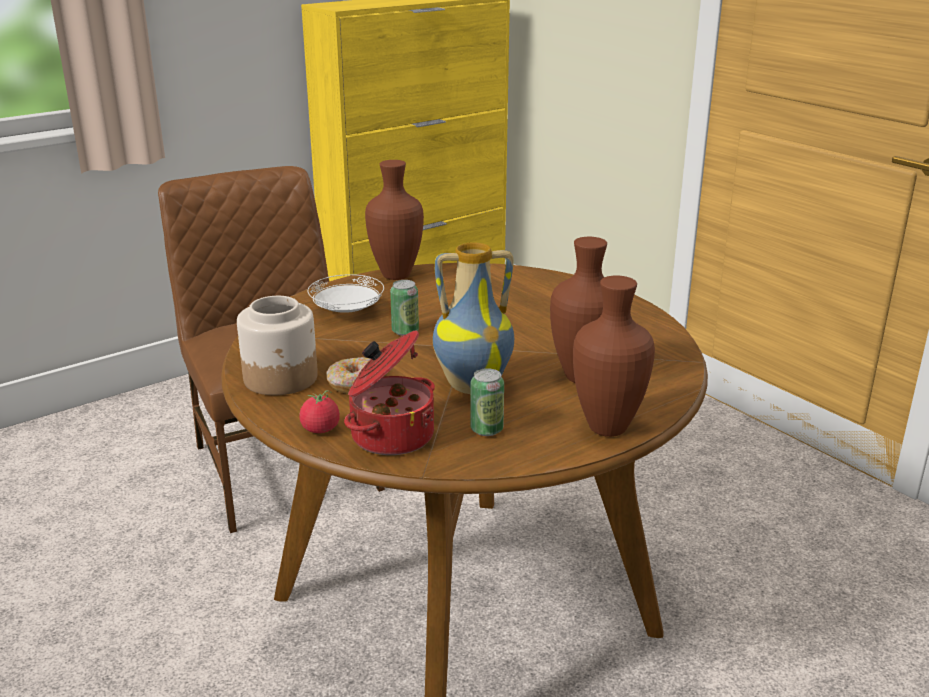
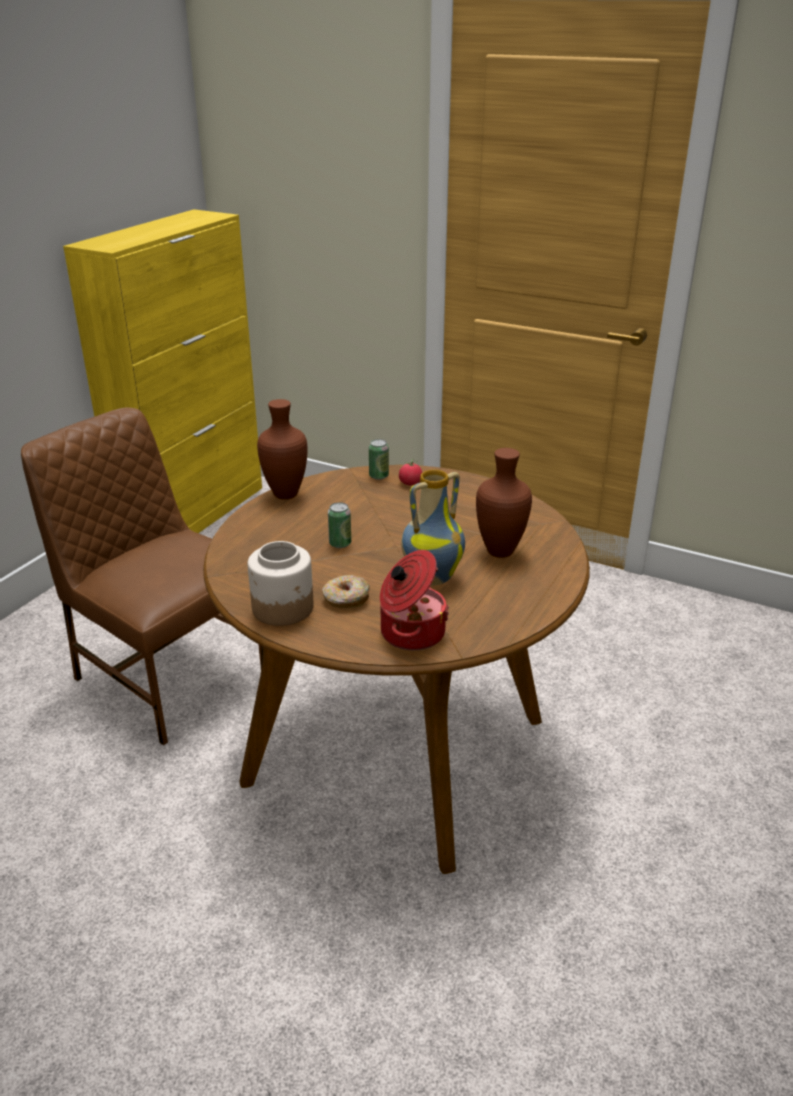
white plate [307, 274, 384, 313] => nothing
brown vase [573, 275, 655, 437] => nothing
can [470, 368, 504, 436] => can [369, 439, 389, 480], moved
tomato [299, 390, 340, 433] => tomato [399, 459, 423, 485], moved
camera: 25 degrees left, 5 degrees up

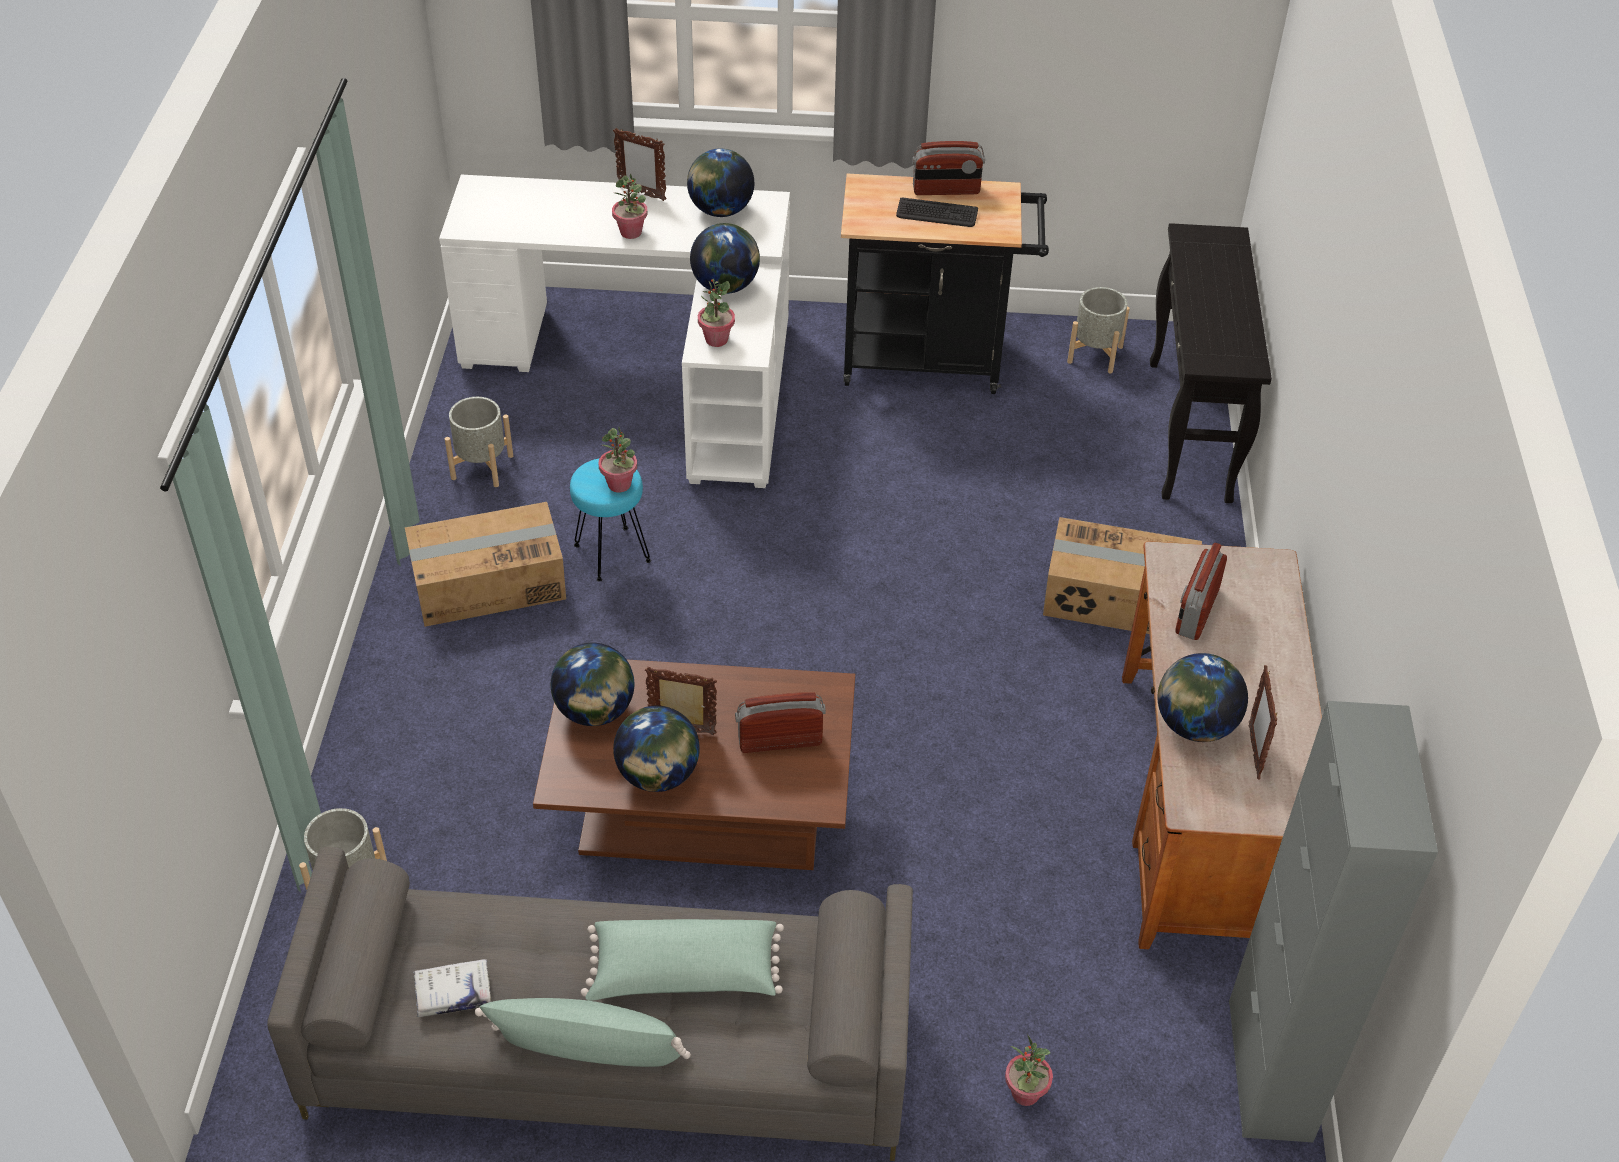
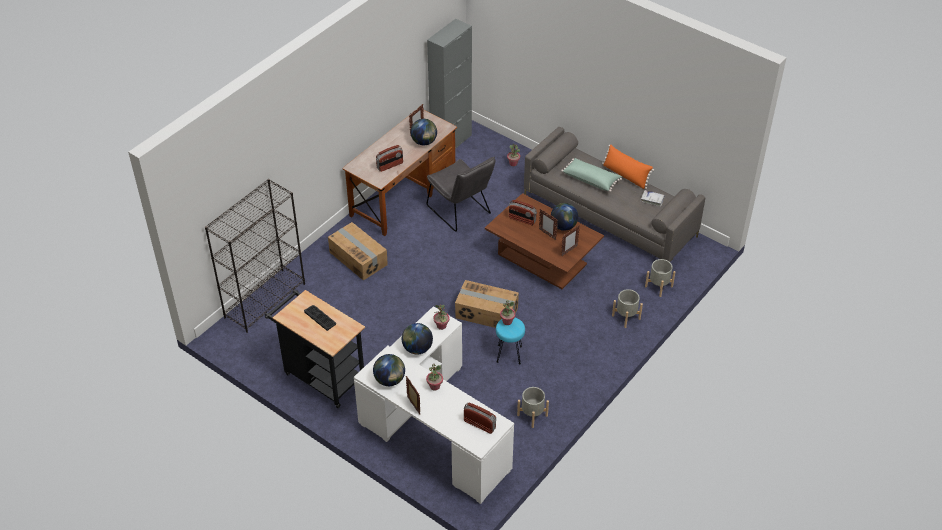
radio [912, 141, 985, 195] => radio [464, 402, 496, 434], moved
black console table [1150, 223, 1272, 503] => black bookcase [205, 179, 305, 333]
grey planter [1067, 287, 1130, 373] => grey planter [612, 289, 643, 328], moved
cardboard box [405, 502, 566, 627] => cardboard box [455, 280, 519, 328], moved
globe [551, 643, 634, 726] => picture frame [561, 225, 580, 256]
green pillow [475, 998, 691, 1067] => orange pillow [602, 144, 654, 189]
nothing => grey chair [427, 156, 495, 232]
camera: 145 degrees left, 0 degrees up

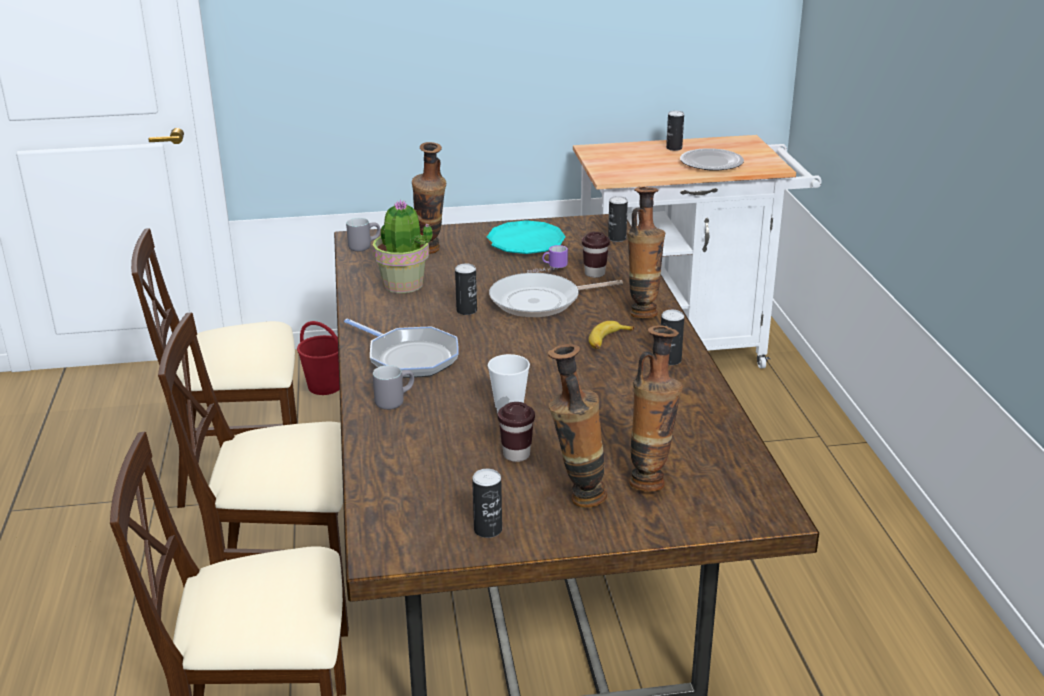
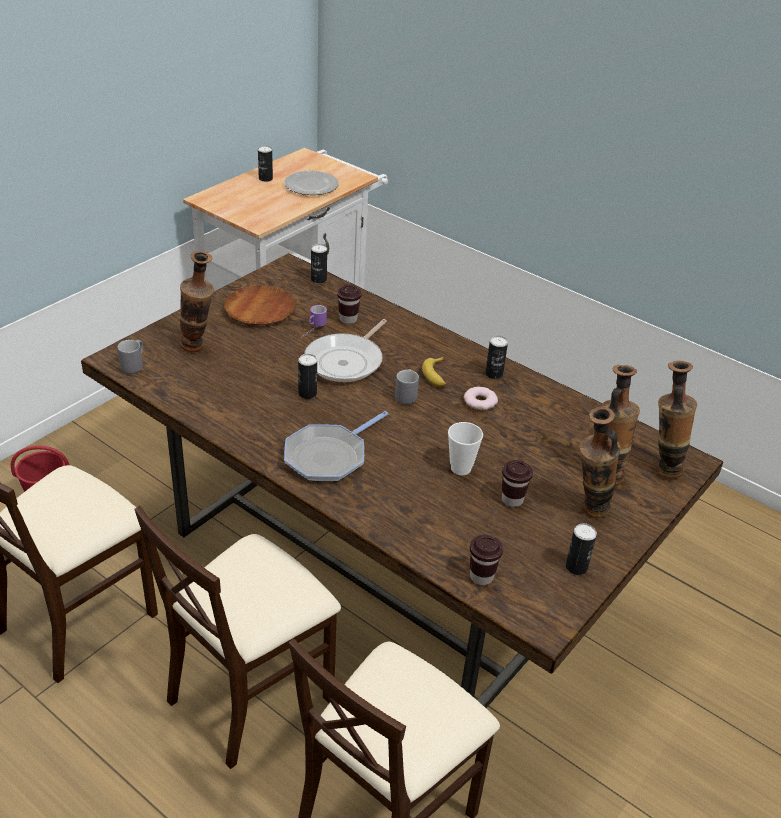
vase [627, 187, 665, 318] => vase [657, 361, 697, 479], moved
potted plant [373, 199, 432, 293] => nothing
turquoise plate [487, 220, 566, 254] => brown plate [224, 285, 296, 325]
frying pan [344, 319, 458, 378] => frying pan [284, 411, 388, 482], 135 degrees clockwise
grey mug [373, 365, 414, 410] => grey mug [395, 369, 419, 405], moved
nothing => donut [464, 387, 498, 410]
nothing => brown cup [470, 535, 503, 585]
camera: 45 degrees left, 10 degrees up

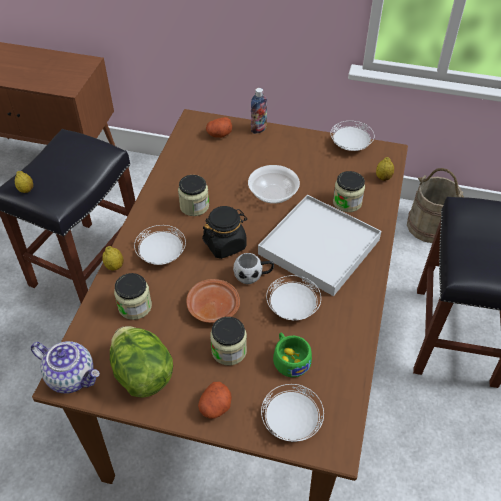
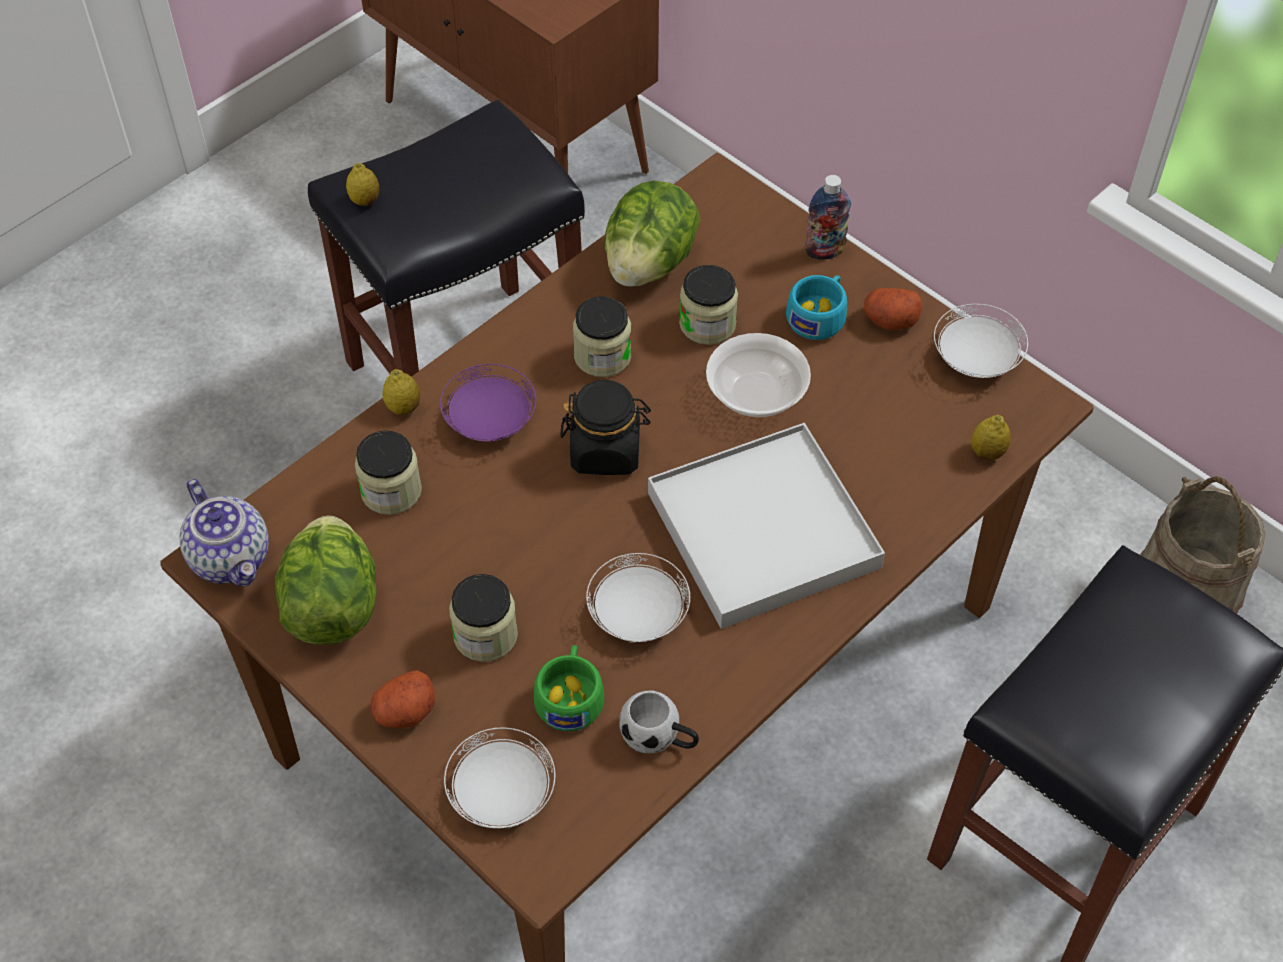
potato [206, 117, 232, 138] => potato [864, 288, 923, 330], moved
jar [333, 171, 365, 212] => jar [679, 265, 738, 345], moved
white plate [134, 225, 186, 265] => purple plate [440, 364, 536, 442]
white mug [233, 253, 274, 284] => white mug [619, 691, 699, 754], moved
brown plate [186, 279, 240, 323] => nothing
nothing => lettuce [604, 181, 700, 287]
nothing => turquoise cup [786, 275, 847, 340]
camera: 30 degrees right, 5 degrees up

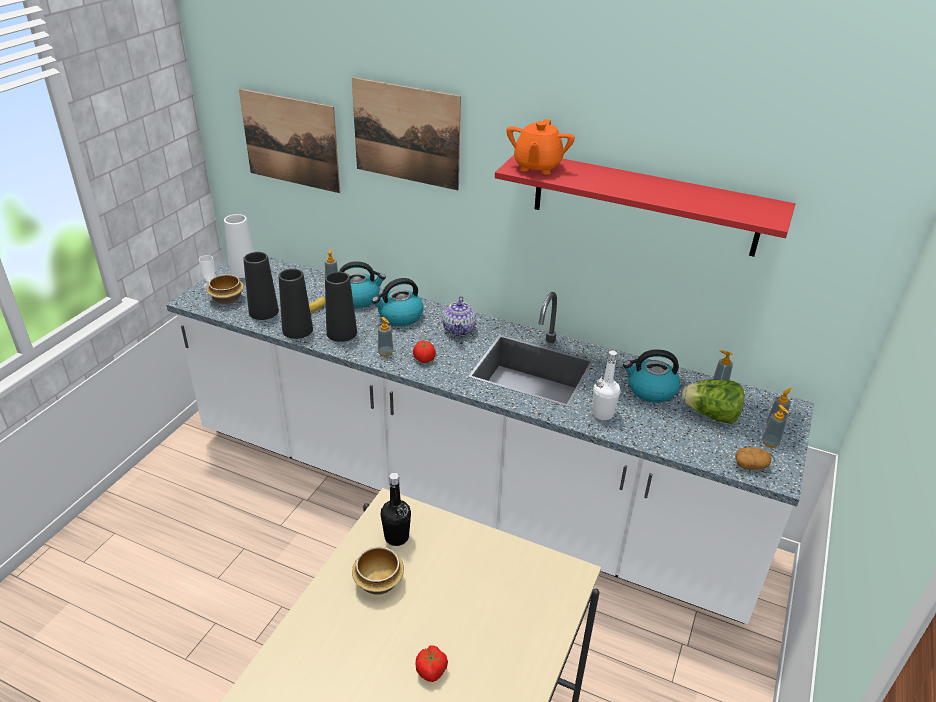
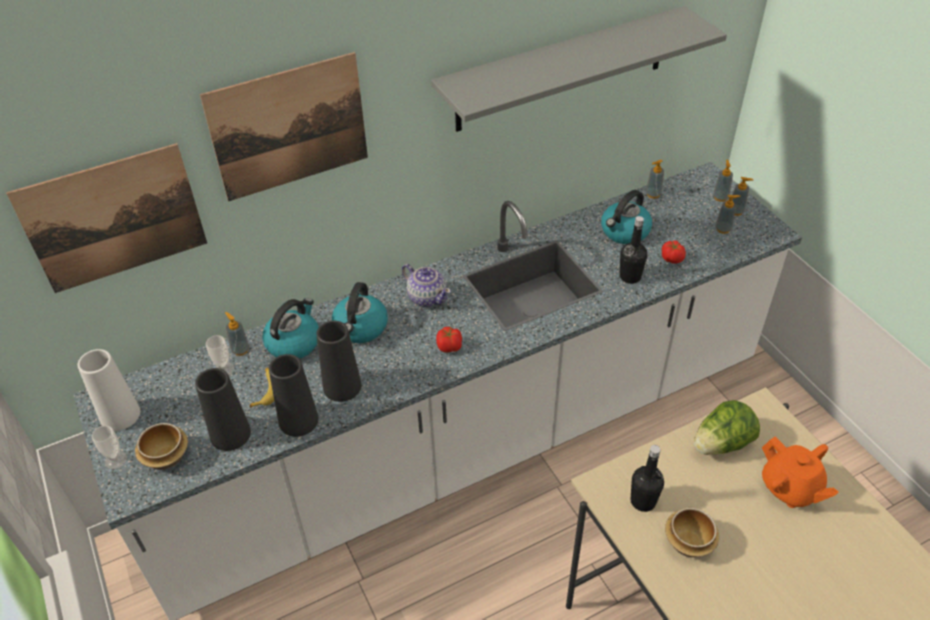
orange teapot [506, 119, 575, 175] => orange teapot [762, 436, 839, 508], moved
red shelf [495, 155, 795, 257] => grey shelf [431, 6, 727, 132]
soap dispenser [378, 317, 394, 357] => soap dispenser [715, 195, 740, 234], moved
white bottle [592, 350, 620, 420] => black bottle [620, 216, 647, 284]
lettuce [682, 380, 744, 424] => lettuce [694, 400, 760, 455], moved
potato [735, 447, 771, 470] => nothing
tomato [416, 645, 448, 682] => tomato [662, 241, 686, 264], moved
nothing => cup [206, 335, 234, 375]
camera: 50 degrees left, 10 degrees up

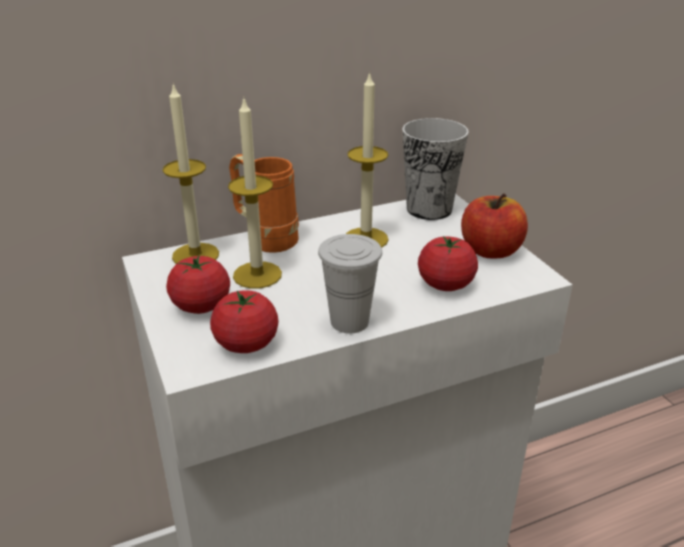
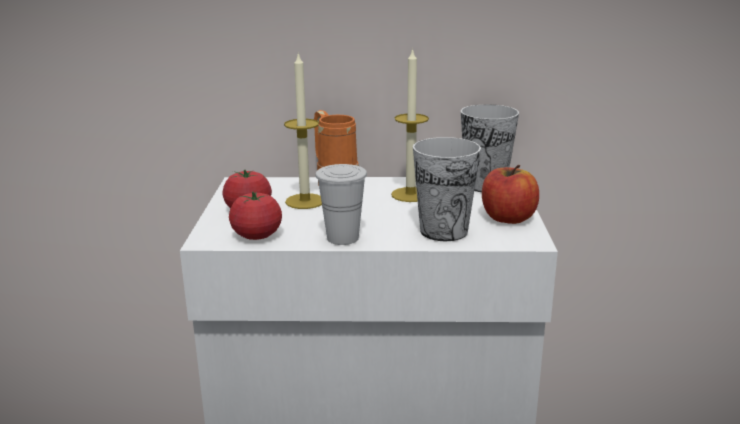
candle [163, 83, 219, 264] => nothing
tomato [418, 236, 478, 291] => cup [413, 137, 481, 241]
camera: 25 degrees right, 10 degrees down

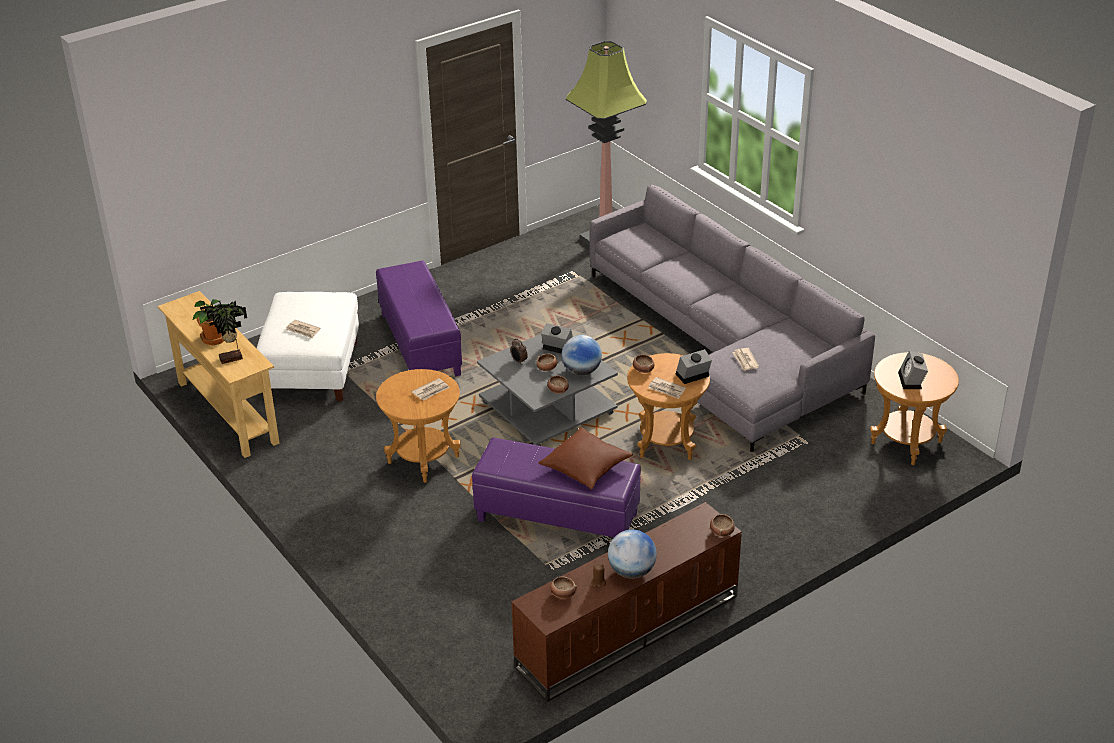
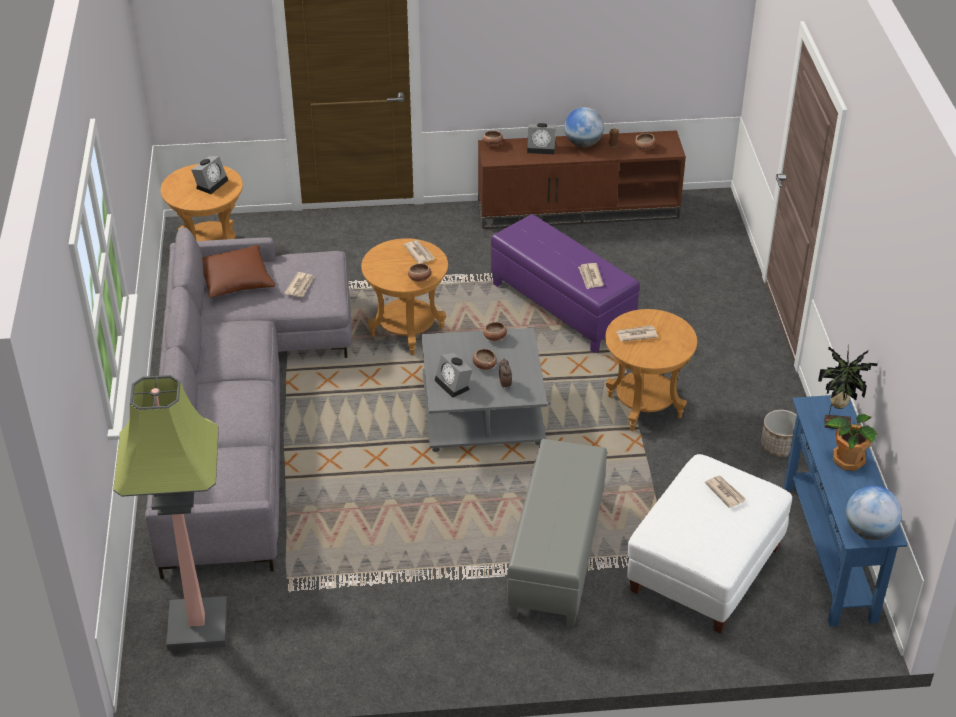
purple ottoman [376, 261, 462, 376] => grey ottoman [507, 439, 607, 627]
beige console table [158, 291, 280, 458] => blue console table [784, 395, 907, 627]
globe [562, 335, 602, 375] => globe [846, 486, 902, 540], moved
alarm clock [676, 349, 712, 384] => alarm clock [527, 123, 556, 154], moved
brown pillow [538, 427, 633, 489] => brown pillow [202, 245, 275, 298], moved
nothing => newspaper [578, 263, 604, 289]
nothing => planter [761, 410, 797, 457]
camera: 150 degrees left, 5 degrees up

